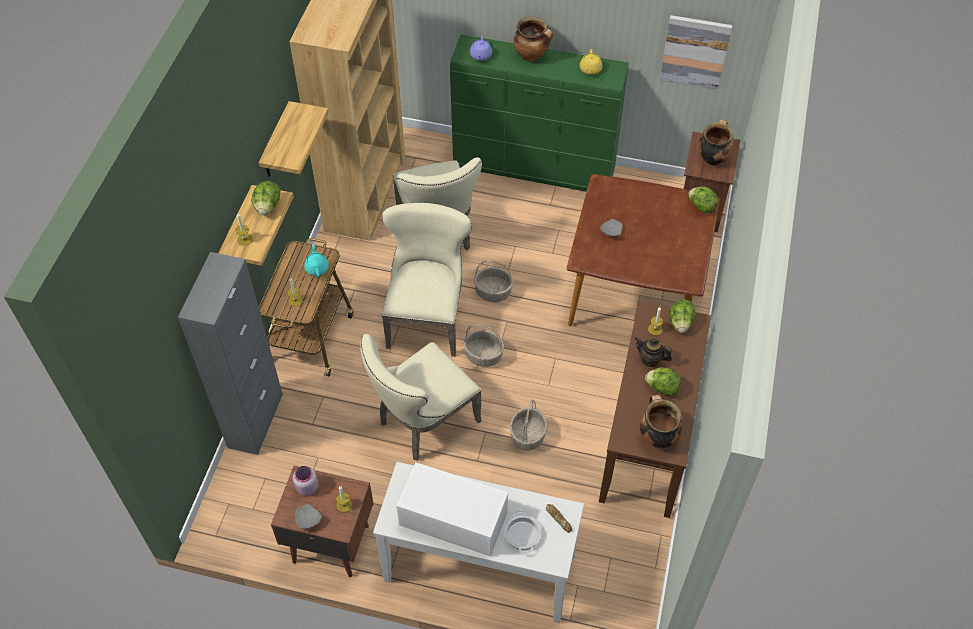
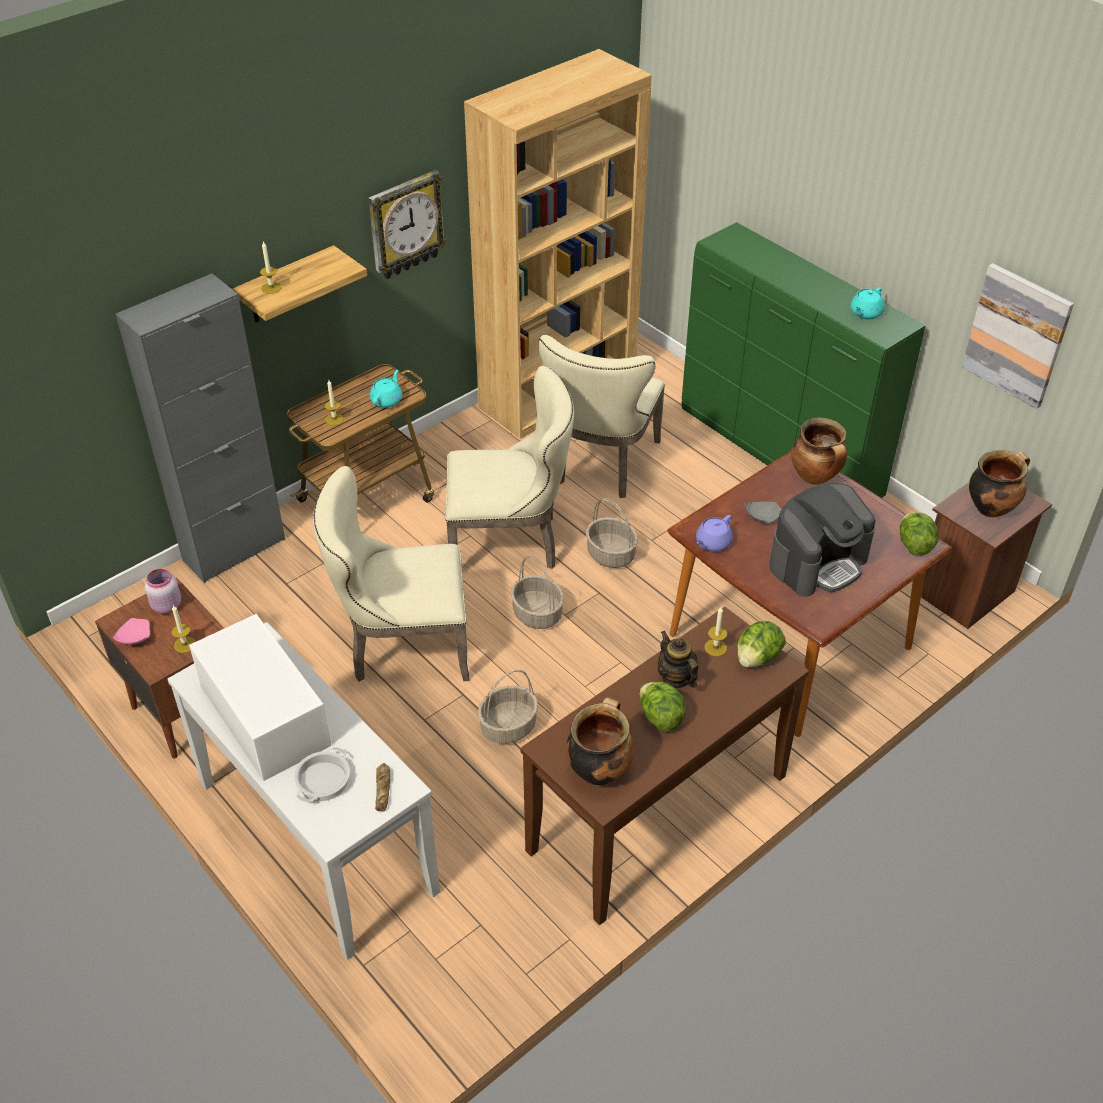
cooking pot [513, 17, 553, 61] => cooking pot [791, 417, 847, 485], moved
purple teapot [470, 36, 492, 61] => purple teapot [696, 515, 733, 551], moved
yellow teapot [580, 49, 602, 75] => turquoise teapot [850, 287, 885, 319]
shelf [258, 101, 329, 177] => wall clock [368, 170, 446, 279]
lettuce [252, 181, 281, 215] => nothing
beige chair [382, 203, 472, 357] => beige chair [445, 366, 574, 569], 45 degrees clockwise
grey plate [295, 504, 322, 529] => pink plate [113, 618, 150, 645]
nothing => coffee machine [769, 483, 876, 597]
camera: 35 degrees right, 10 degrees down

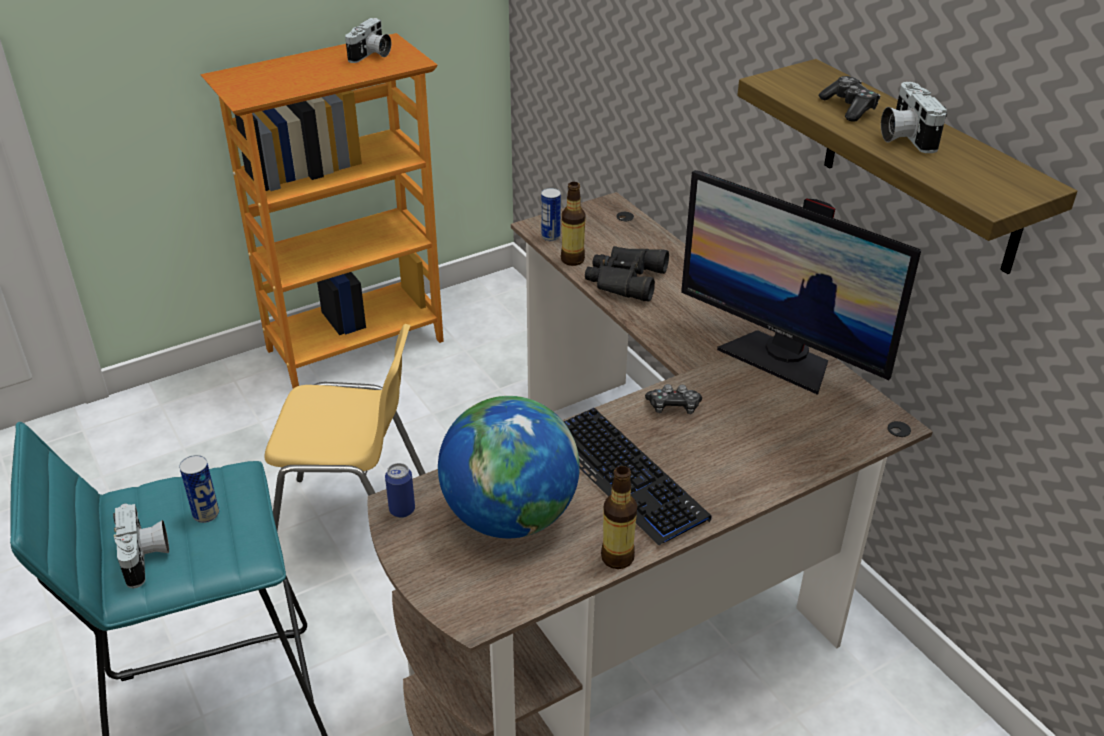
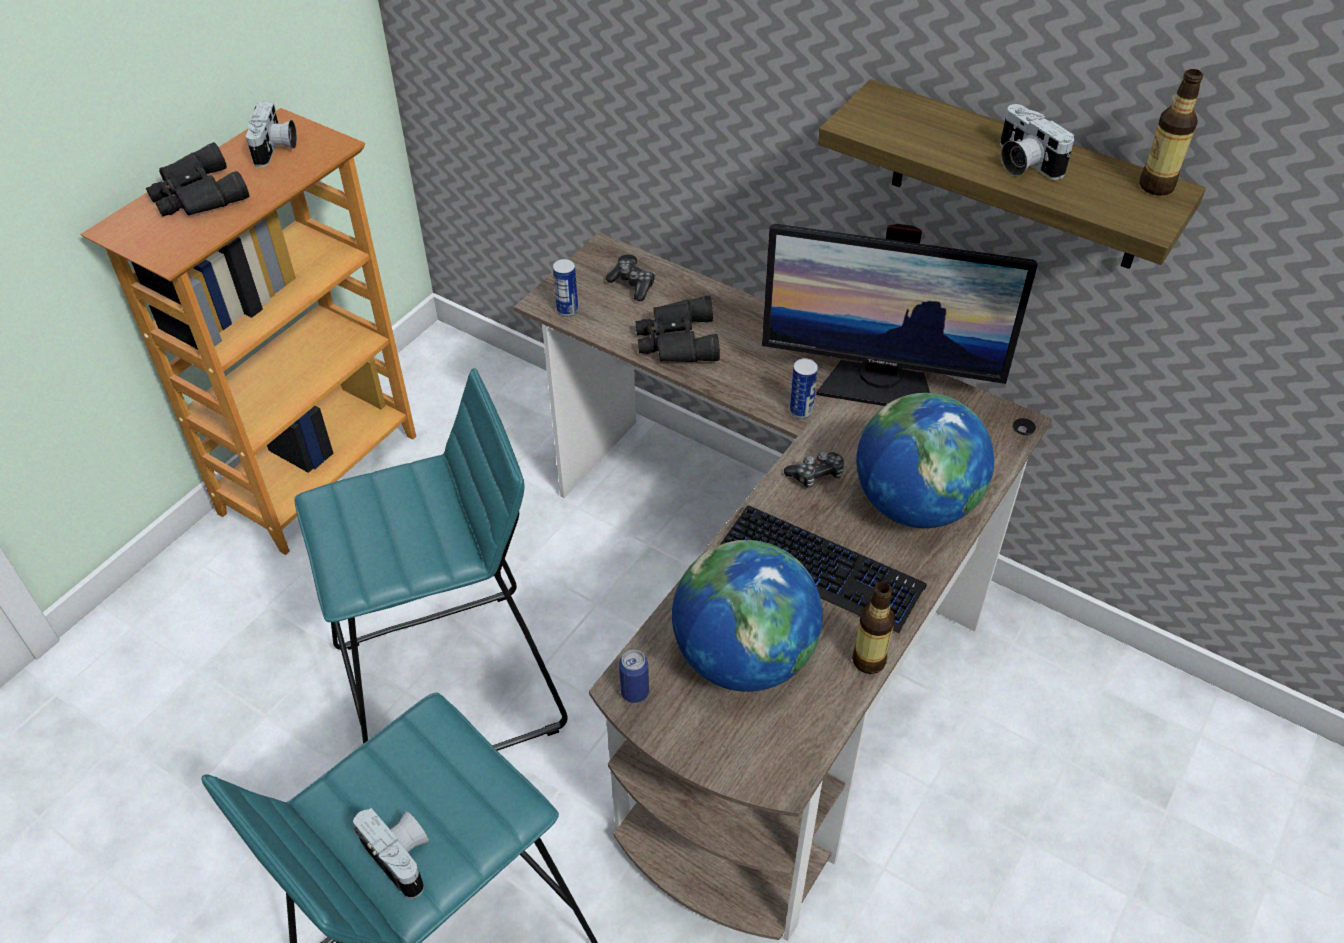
game controller [819, 76, 880, 122] => game controller [606, 259, 655, 301], moved
bottle [561, 182, 586, 266] => bottle [1139, 69, 1203, 196], moved
yellow chair [264, 324, 426, 531] => turquoise stool [294, 368, 568, 751]
can [179, 455, 219, 523] => can [790, 358, 818, 419], moved
nothing => black binoculars [146, 142, 249, 216]
nothing => globe [856, 393, 994, 528]
camera: 25 degrees left, 10 degrees up

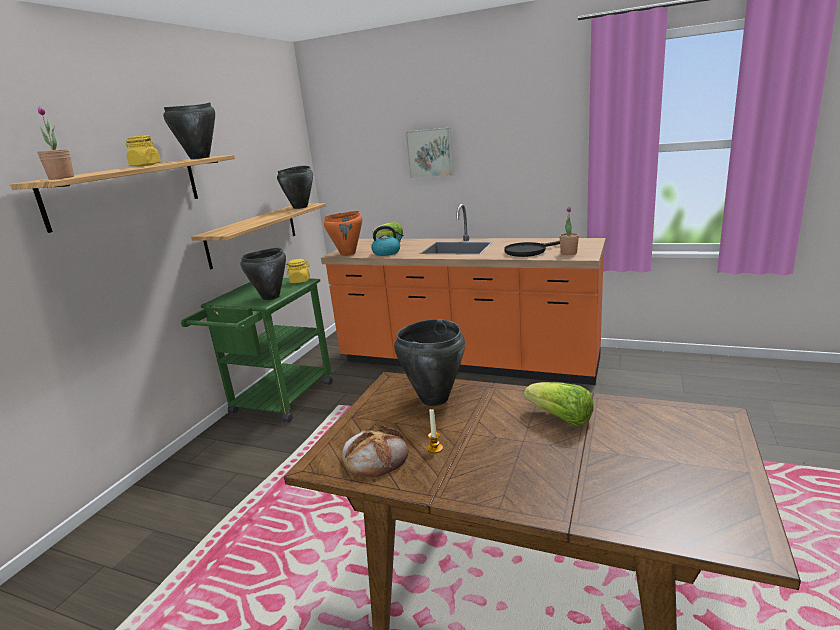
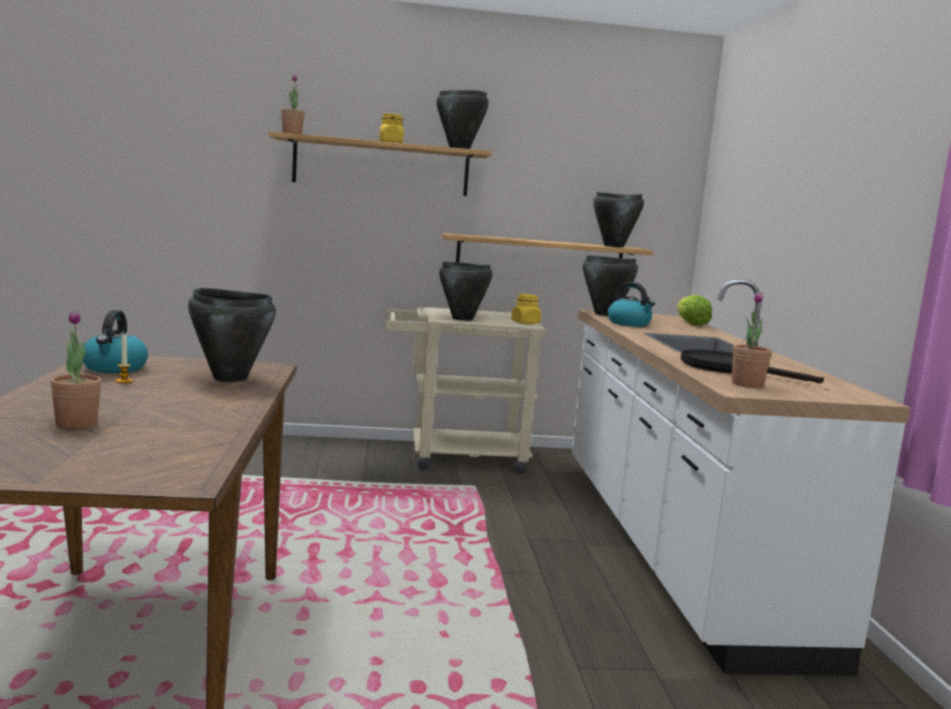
picture [406, 127, 454, 178] => nothing
orange counter [321, 204, 606, 385] => white counter [572, 279, 911, 676]
orange cooking pot [324, 211, 362, 256] => black cooking pot [583, 255, 638, 316]
green cart [181, 278, 333, 422] => beige cart [385, 307, 546, 474]
lettuce [524, 382, 593, 427] => nothing
bread [342, 425, 408, 478] => kettle [83, 310, 148, 373]
nothing => potted plant [50, 310, 101, 428]
camera: 60 degrees right, 10 degrees down

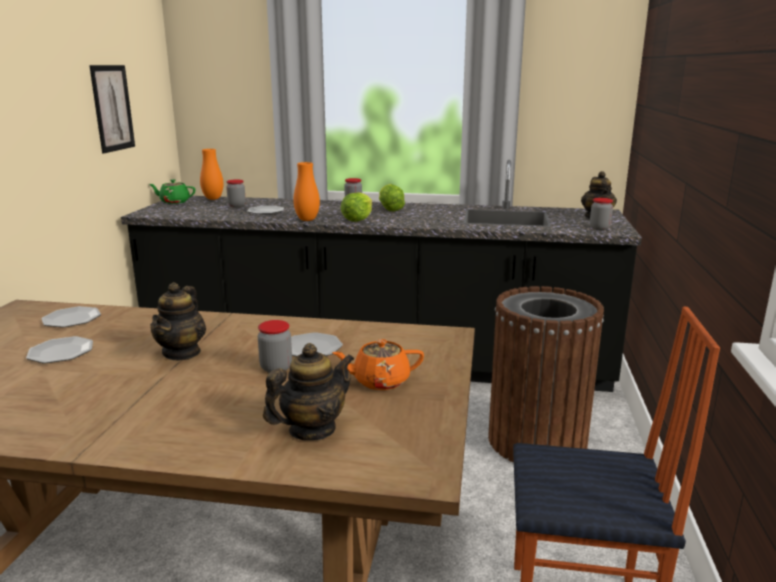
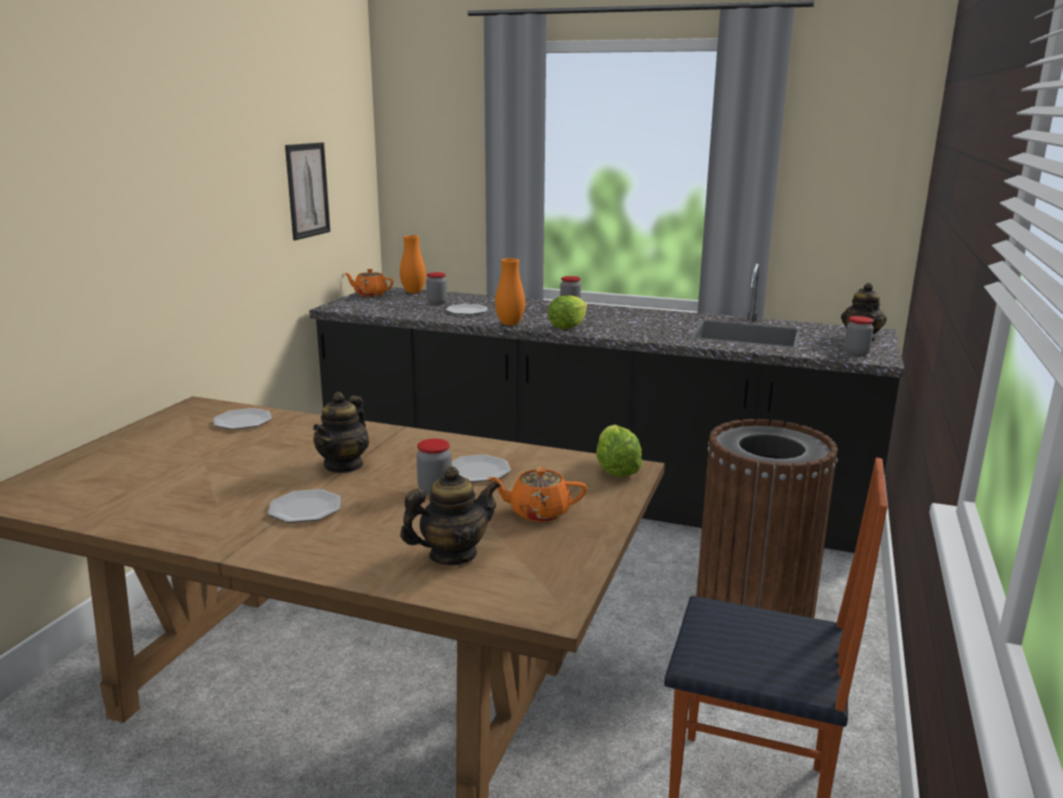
green teapot [149, 179, 195, 204] => orange teapot [344, 269, 394, 297]
lettuce [379, 184, 405, 212] => lettuce [596, 425, 642, 477], moved
plate [26, 336, 93, 363] => plate [268, 489, 341, 523], moved
camera: 10 degrees right, 0 degrees up

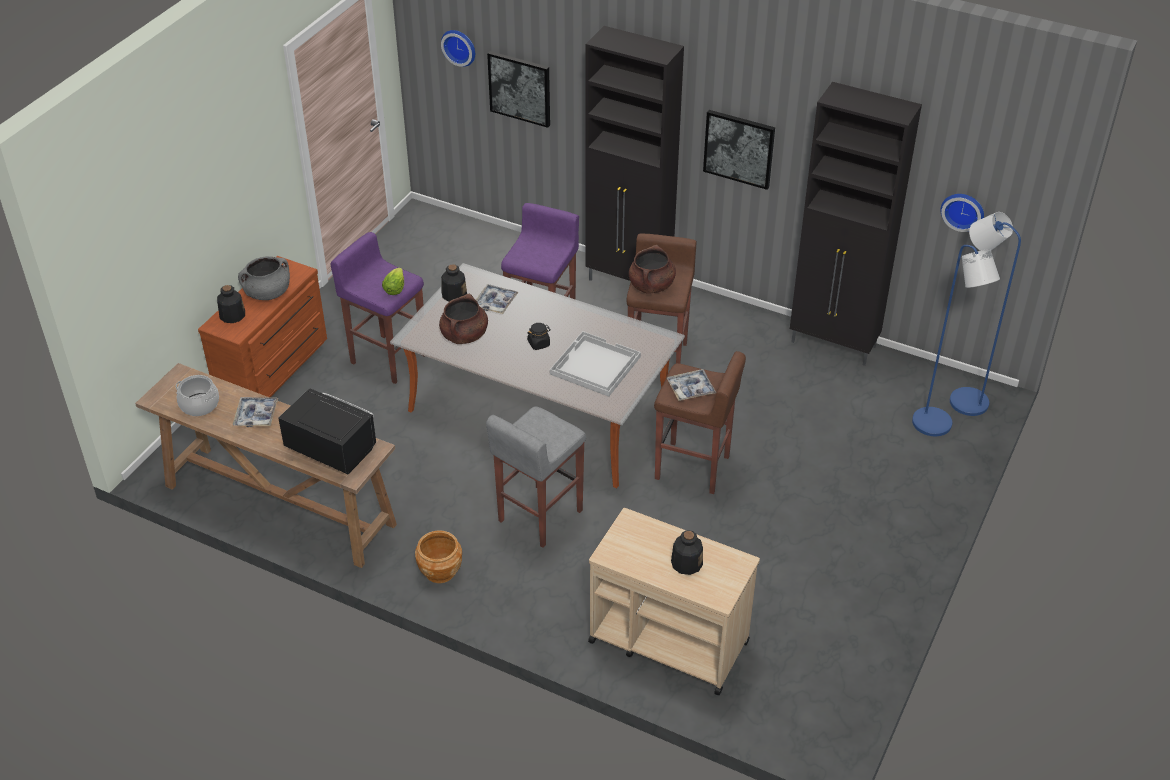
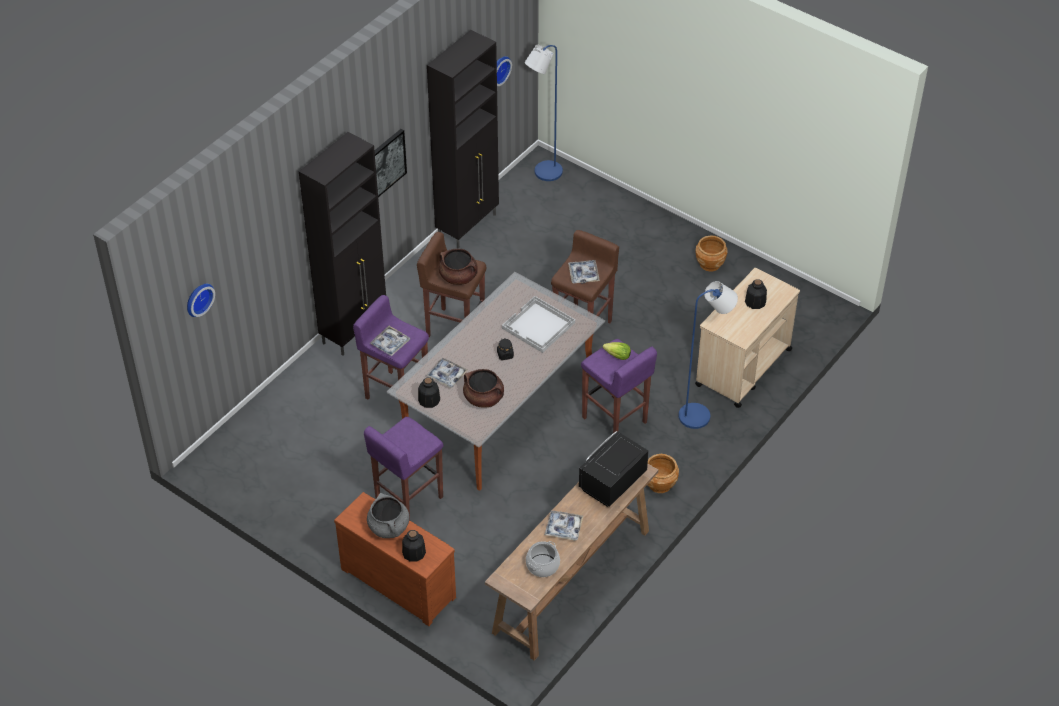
picture [487, 51, 550, 128] => nothing
blue floor lamp [912, 245, 1000, 436] => blue floor lamp [678, 281, 738, 429], moved
lettuce [382, 268, 404, 295] => lettuce [603, 342, 631, 360], moved
grey stool [486, 406, 586, 548] => purple stool [581, 339, 657, 433]
nothing => brown planter [695, 235, 728, 271]
nothing => tray [369, 326, 410, 356]
camera: 80 degrees left, 5 degrees up

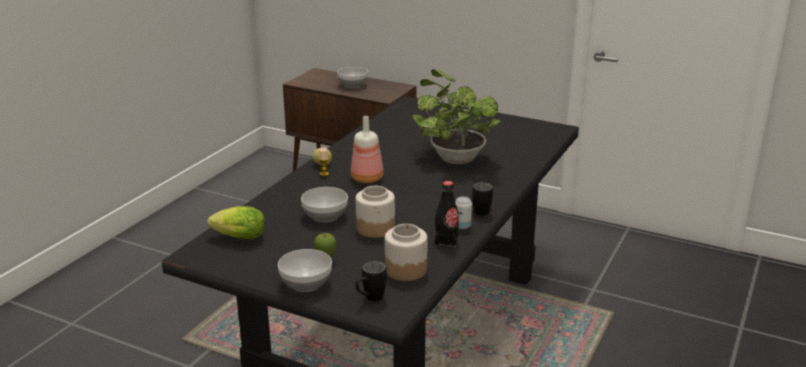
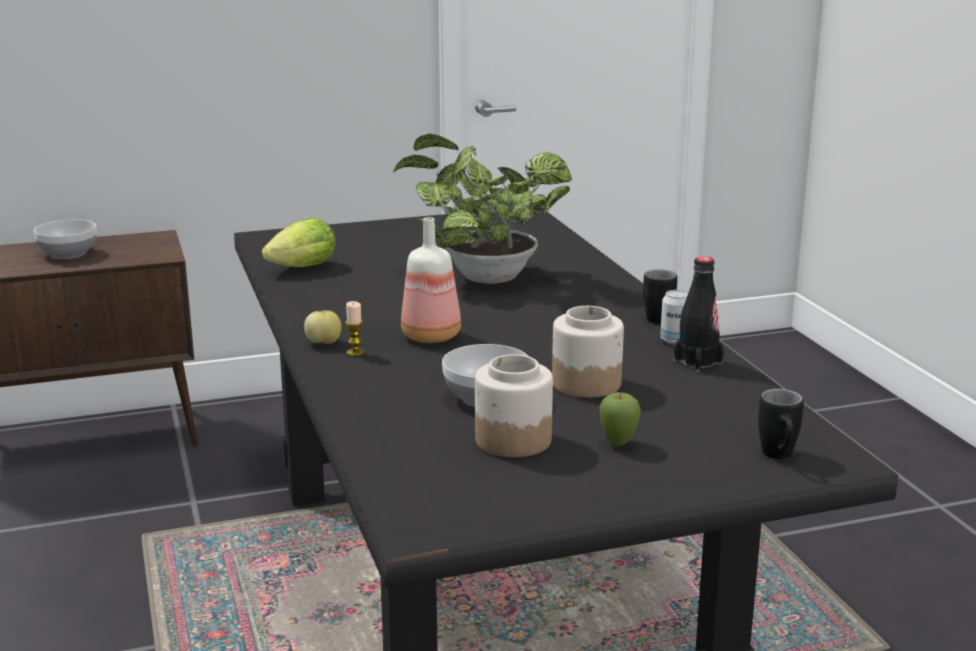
lettuce [207, 206, 265, 239] => lettuce [262, 218, 336, 267], moved
jar [385, 224, 428, 281] => jar [475, 354, 553, 457], moved
bowl [278, 249, 332, 292] => nothing
camera: 45 degrees left, 5 degrees down

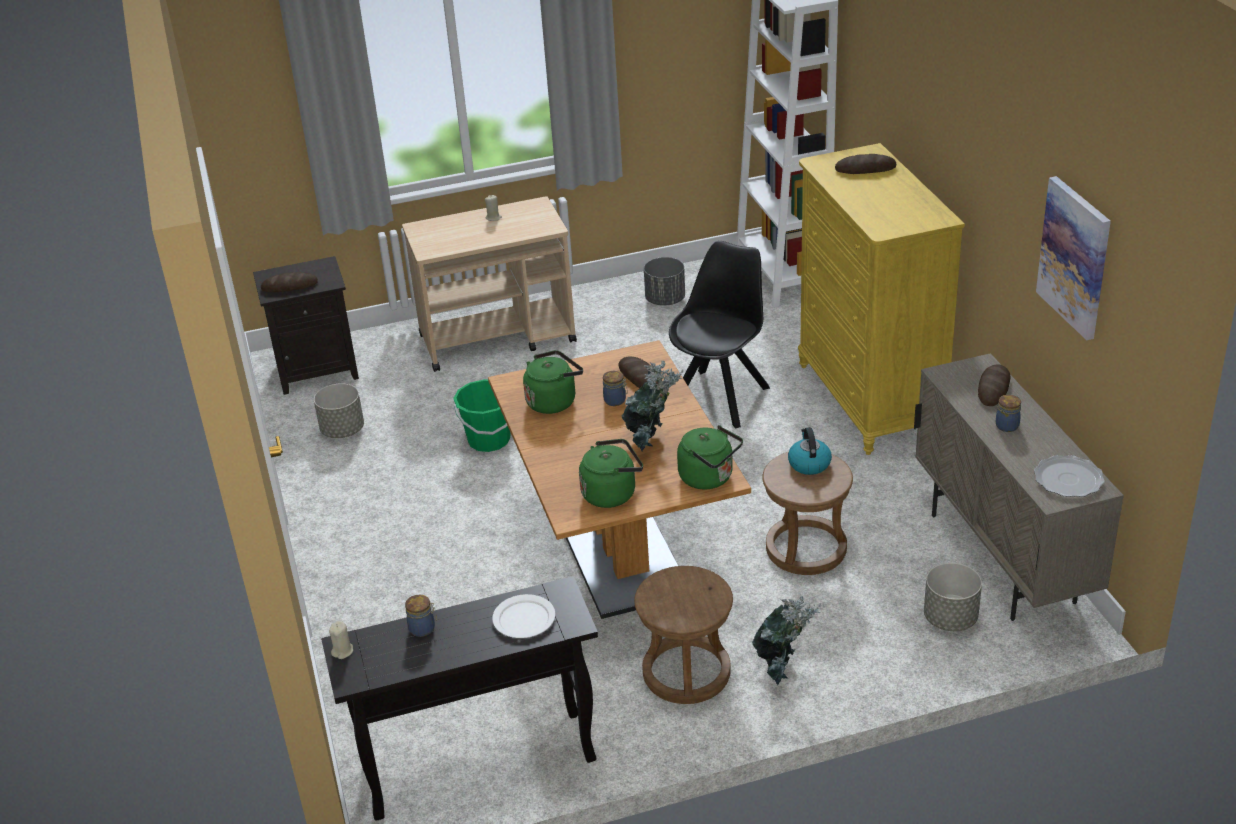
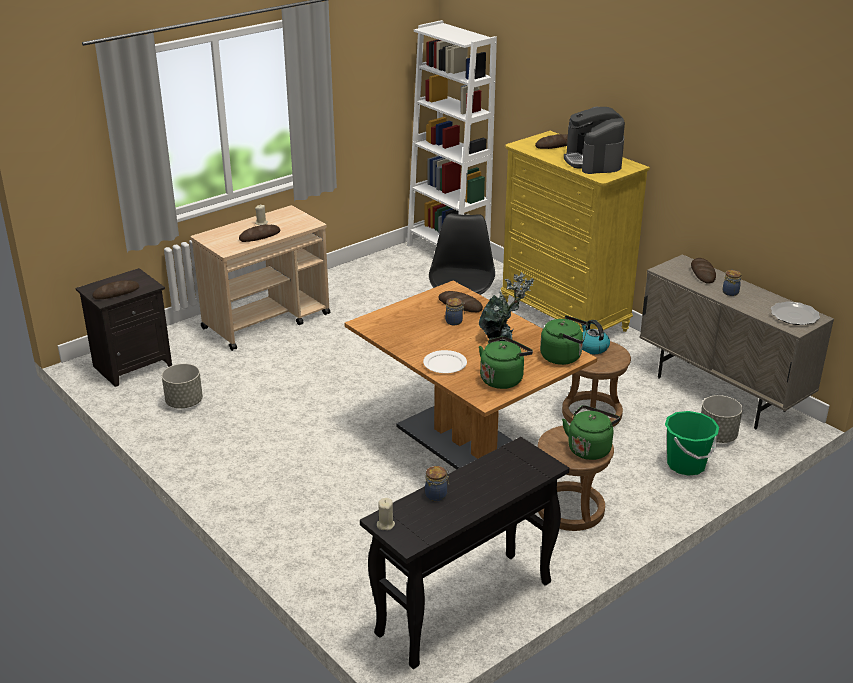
picture [1036, 176, 1111, 340] => nothing
grey planter [644, 257, 685, 306] => nothing
green kettle [523, 350, 583, 414] => green kettle [562, 405, 620, 460], moved
green bucket [453, 379, 510, 452] => green bucket [665, 411, 719, 476], moved
white plate [492, 594, 555, 638] => white plate [423, 350, 467, 373], moved
potted plant [753, 596, 821, 685] => nothing
nothing => coffee machine [564, 107, 625, 174]
nothing => bread [239, 225, 280, 242]
camera: 25 degrees left, 5 degrees down

